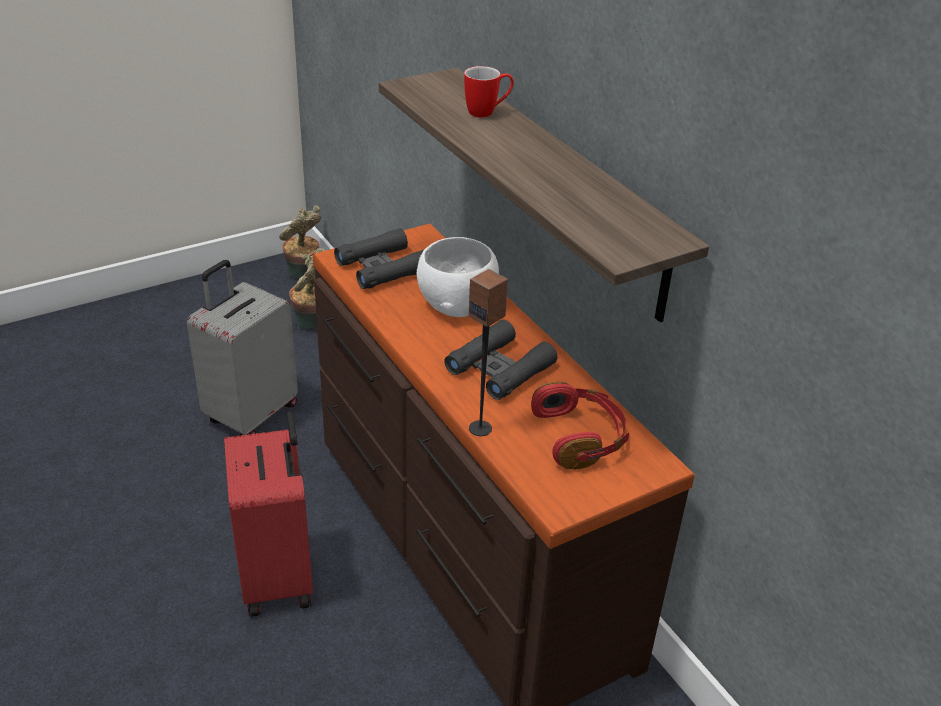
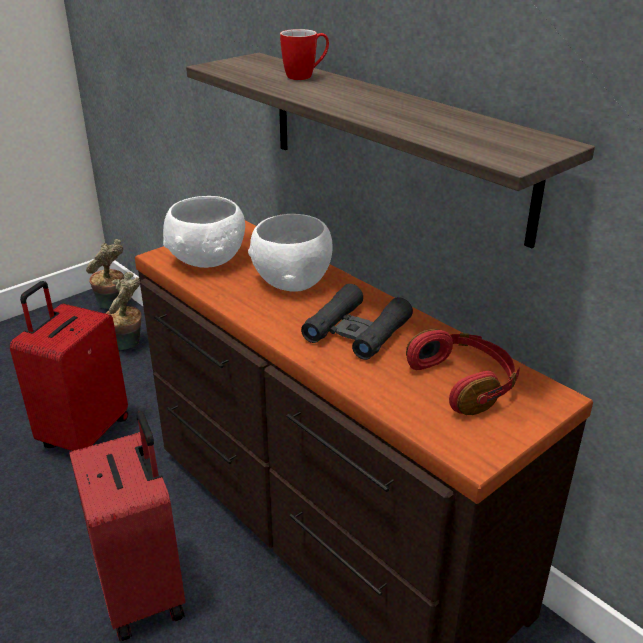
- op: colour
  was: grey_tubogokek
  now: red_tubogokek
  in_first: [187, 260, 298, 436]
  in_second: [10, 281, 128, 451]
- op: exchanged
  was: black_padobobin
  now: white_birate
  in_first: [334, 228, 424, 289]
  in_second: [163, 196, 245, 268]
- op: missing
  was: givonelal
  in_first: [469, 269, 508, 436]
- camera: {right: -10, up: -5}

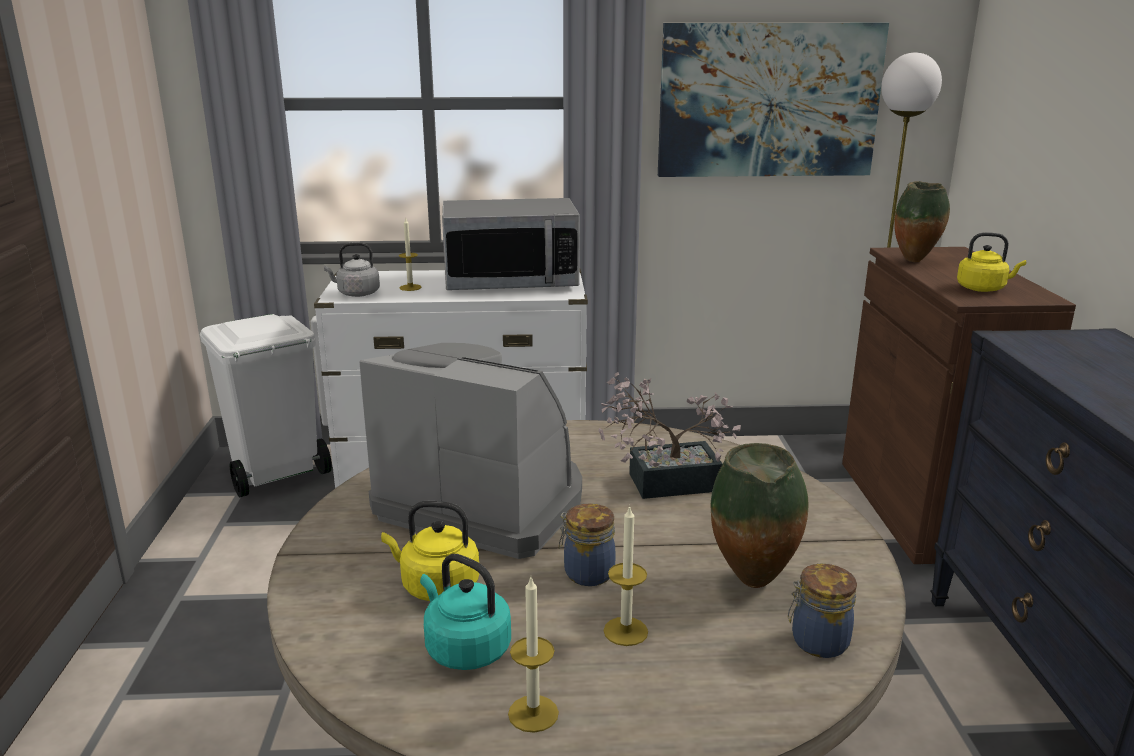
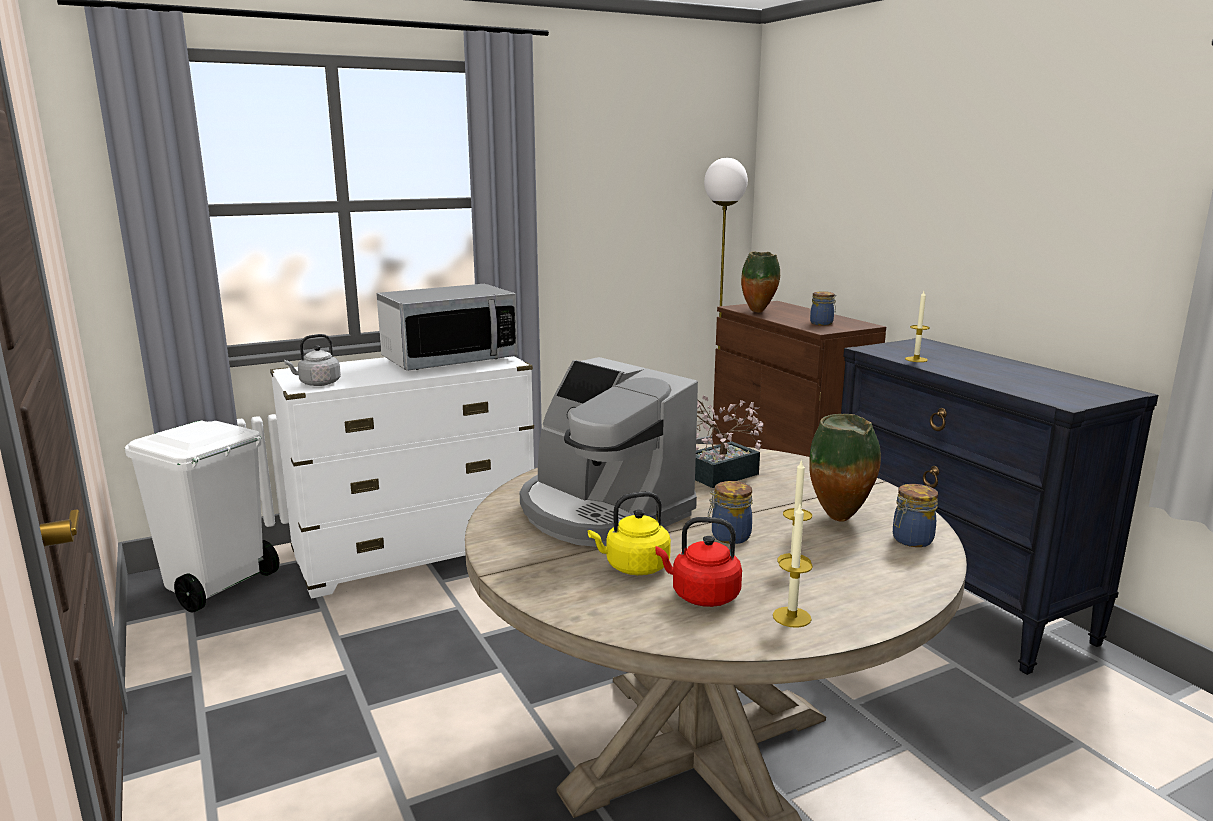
- op: spun
  was: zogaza
  in_first: [359, 343, 582, 559]
  in_second: [520, 357, 698, 547]
  clockwise: -135
- op: relocated
  was: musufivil
  in_first: [399, 218, 422, 291]
  in_second: [905, 291, 930, 362]
- op: colour
  was: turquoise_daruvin
  now: red_daruvin
  in_first: [420, 554, 511, 670]
  in_second: [656, 517, 742, 607]
- op: missing
  was: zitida
  in_first: [658, 23, 889, 177]
- op: exchanged
  was: yellow_daruvin
  now: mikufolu
  in_first: [957, 232, 1026, 292]
  in_second: [810, 291, 836, 325]
- camera: {right: -25, up: -5}

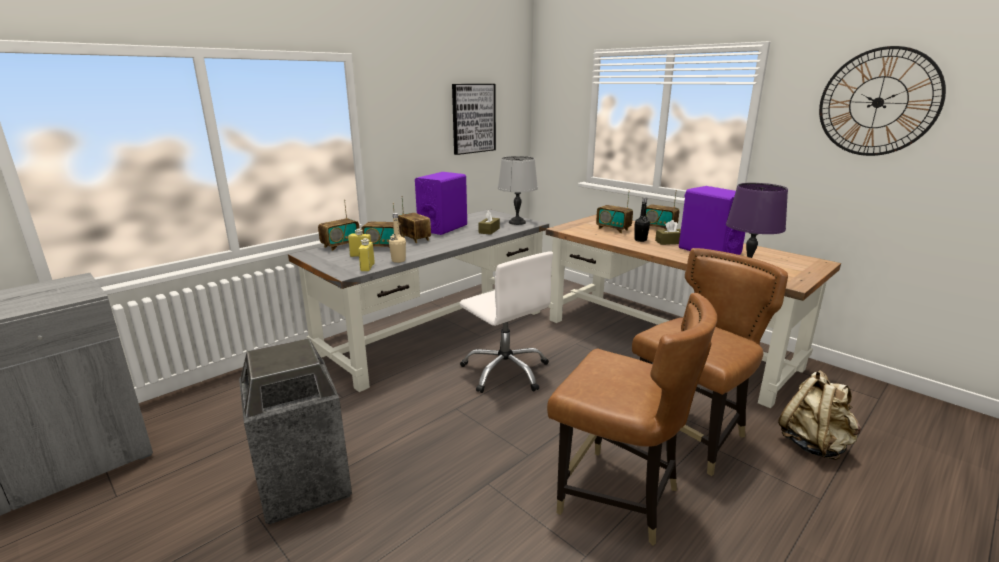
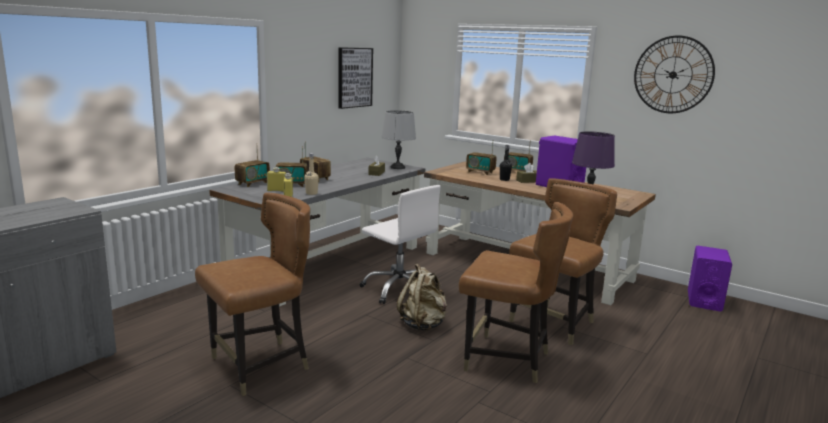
- op: exchanged
  was: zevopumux
  now: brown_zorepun
  in_first: [239, 338, 352, 525]
  in_second: [195, 192, 310, 396]
- op: relocated
  was: purple_givonelal
  in_first: [415, 172, 467, 235]
  in_second: [688, 246, 732, 312]
- op: relocated
  was: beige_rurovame
  in_first: [778, 370, 861, 460]
  in_second: [397, 264, 447, 330]
- camera: {right: -10, up: -5}

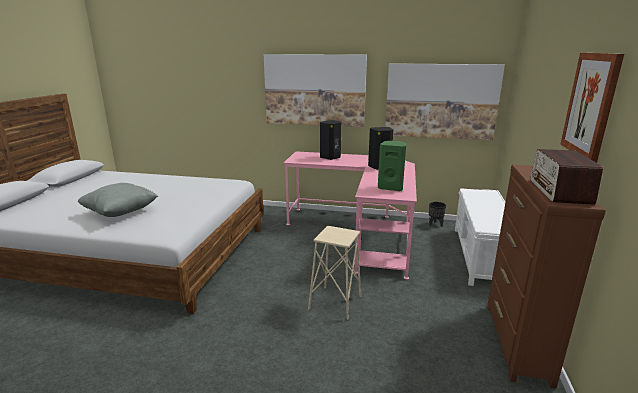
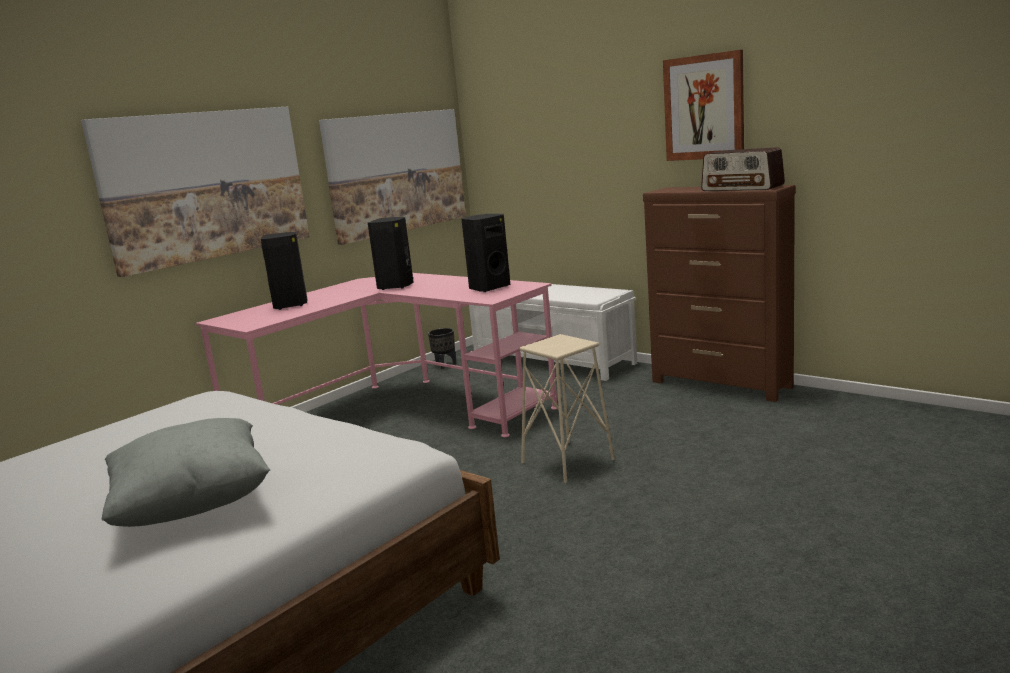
- op: colour
  was: green_givonelal
  now: black_givonelal
  in_first: [378, 141, 406, 191]
  in_second: [461, 214, 510, 292]
- camera: {right: -60, up: -5}

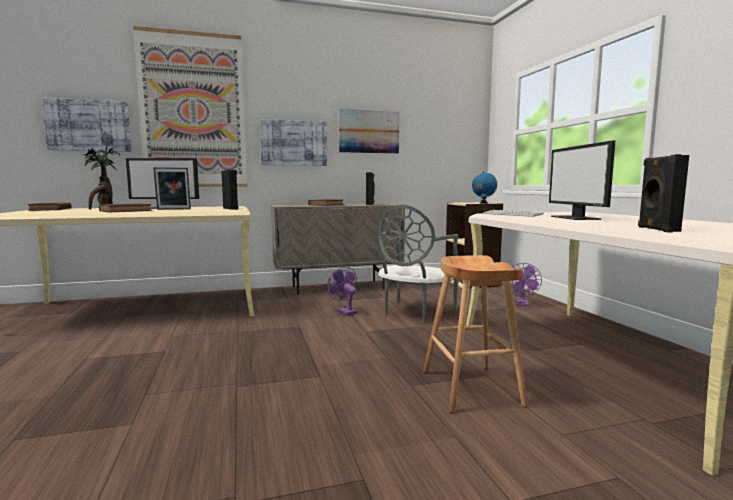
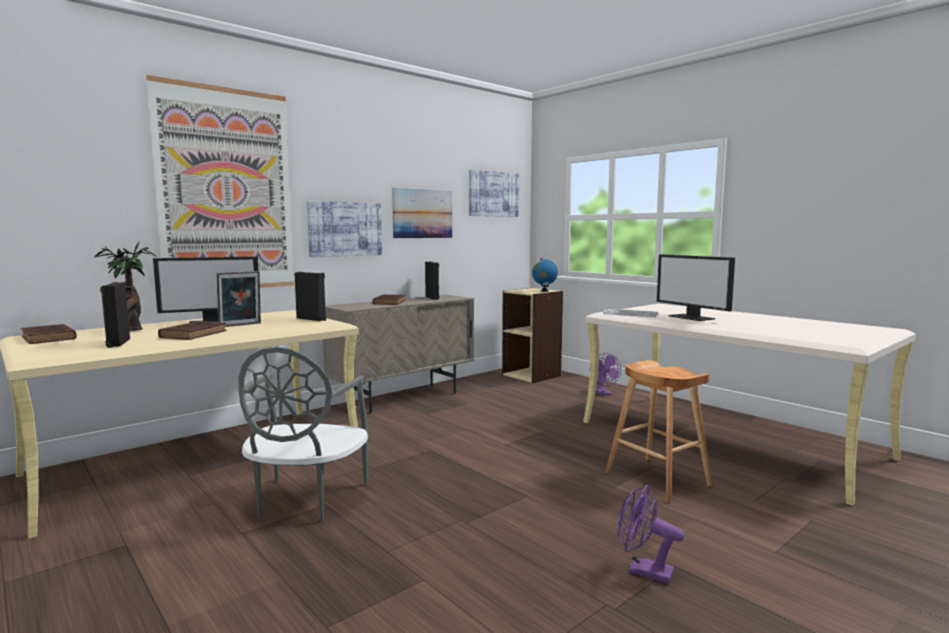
- op: relocated
  was: zitida
  in_first: [42, 97, 132, 152]
  in_second: [469, 169, 519, 217]
- op: relocated
  was: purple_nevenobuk
  in_first: [327, 267, 357, 315]
  in_second: [618, 485, 684, 584]
- op: relocated
  was: grey_zorepun
  in_first: [378, 205, 458, 323]
  in_second: [239, 347, 368, 522]
- op: relocated
  was: black_givonelal
  in_first: [638, 154, 689, 233]
  in_second: [100, 282, 130, 348]
- camera: {right: -25, up: 0}

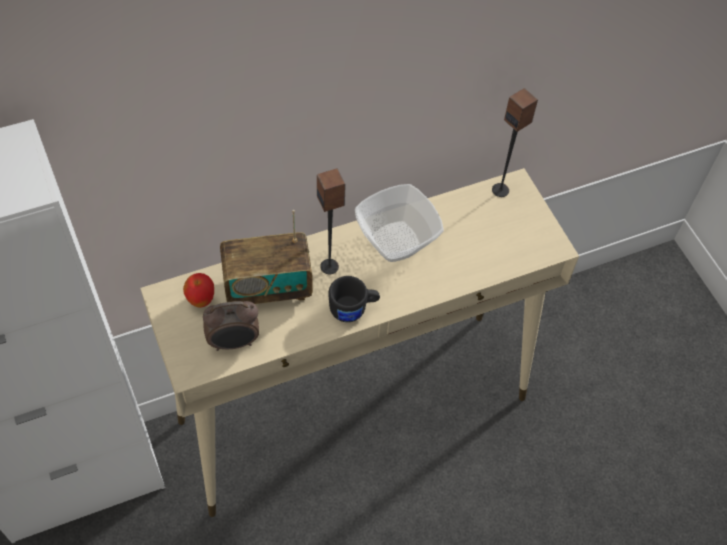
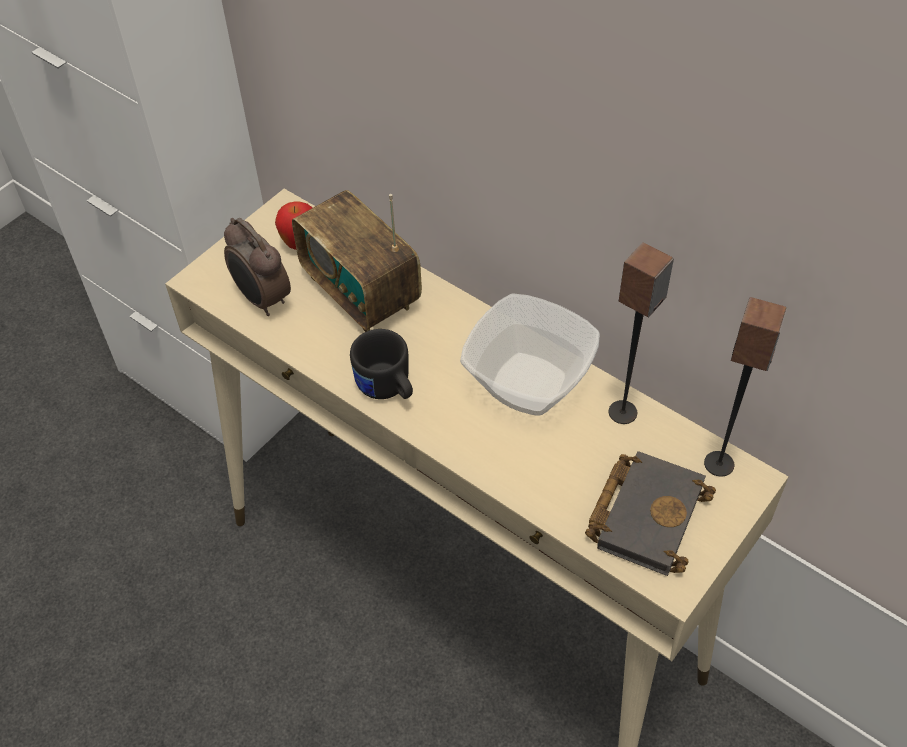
- op: relocated
  was: givonelal
  in_first: [317, 168, 346, 274]
  in_second: [608, 242, 674, 424]
- op: appeared
  now: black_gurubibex
  in_second: [585, 451, 716, 576]
- camera: {right: 65, up: -5}

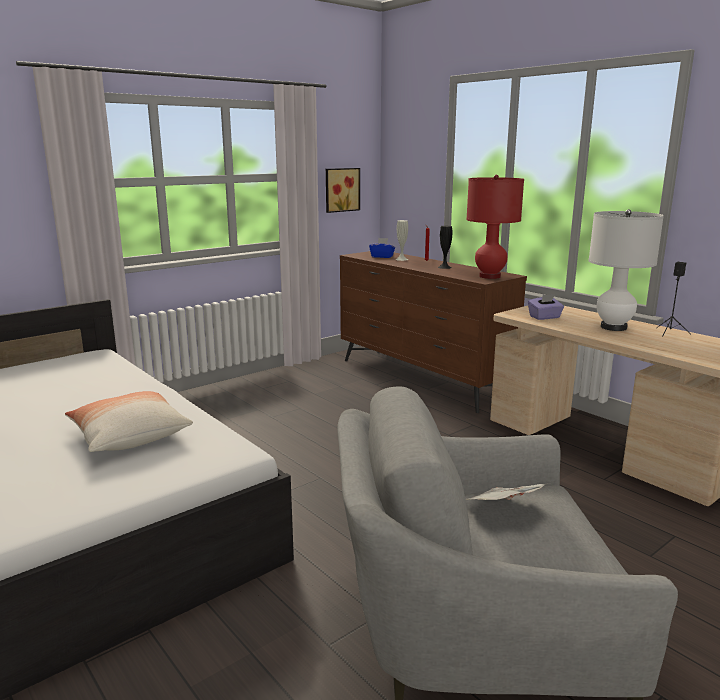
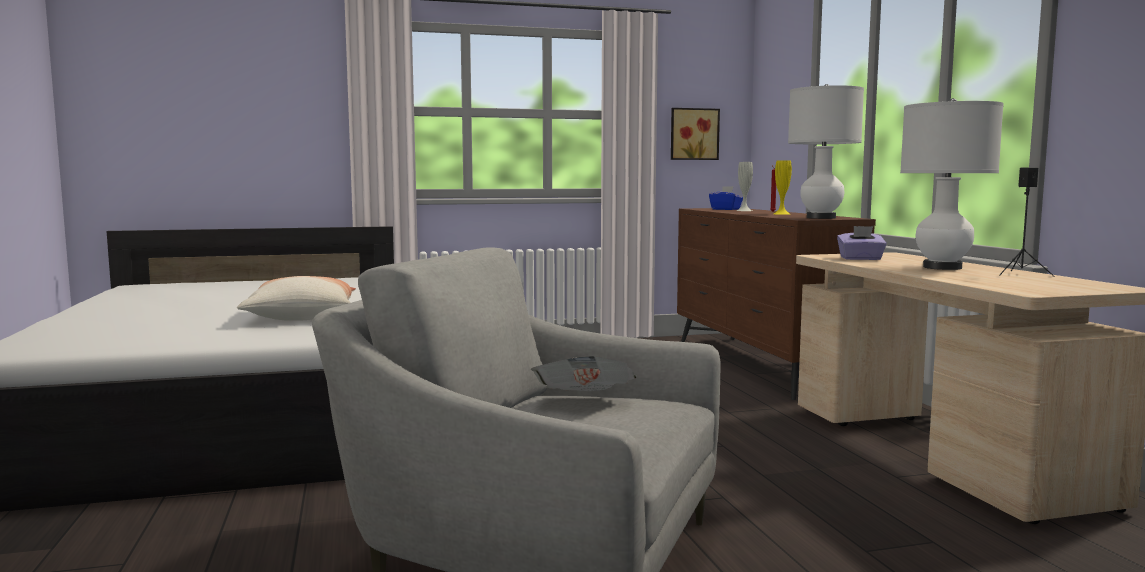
- op: colour
  was: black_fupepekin
  now: yellow_fupepekin
  in_first: [438, 226, 452, 269]
  in_second: [774, 160, 792, 215]
- op: colour
  was: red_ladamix
  now: white_ladamix
  in_first: [466, 175, 524, 279]
  in_second: [788, 84, 864, 219]
- camera: {right: 25, up: -10}

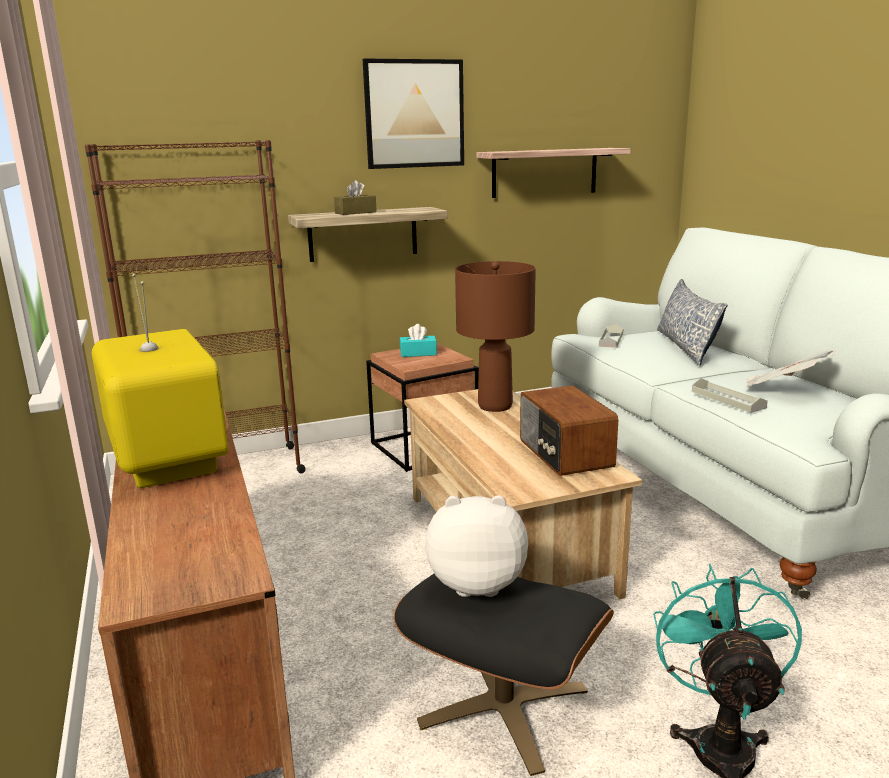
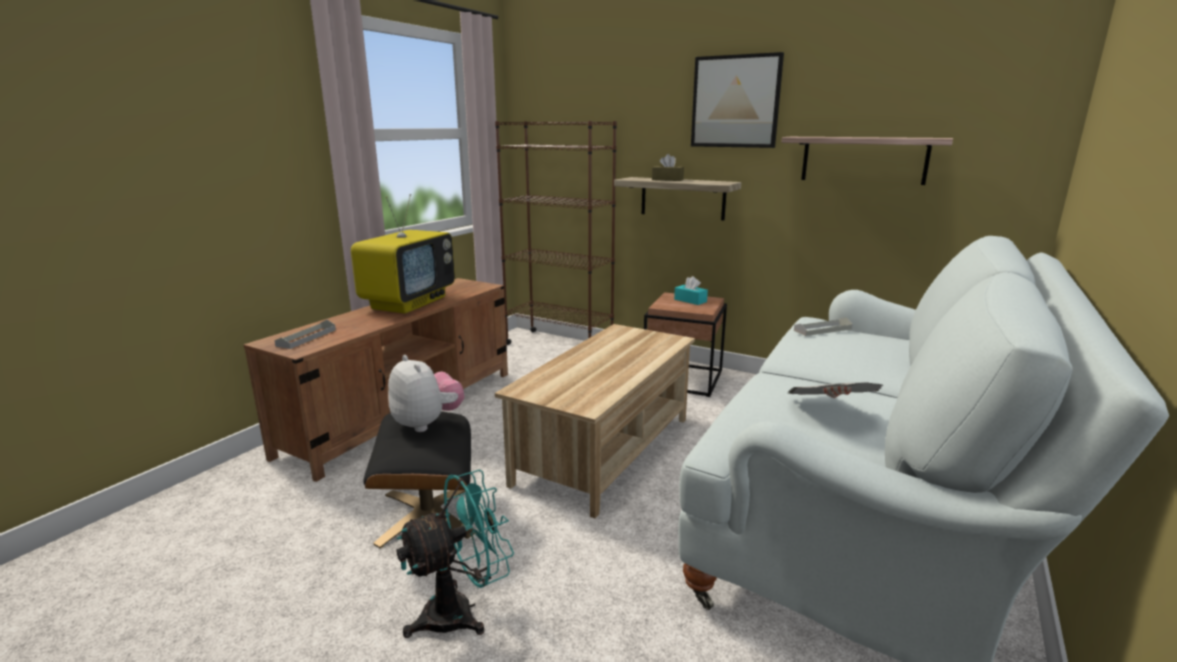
- op: missing
  was: brown_ladamix
  in_first: [455, 261, 536, 412]
- op: missing
  was: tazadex
  in_first: [520, 385, 618, 476]
- op: missing
  was: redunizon
  in_first: [657, 279, 727, 366]
- op: relocated
  was: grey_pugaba
  in_first: [692, 378, 768, 413]
  in_second: [274, 320, 336, 349]
- camera: {right: 50, up: 0}

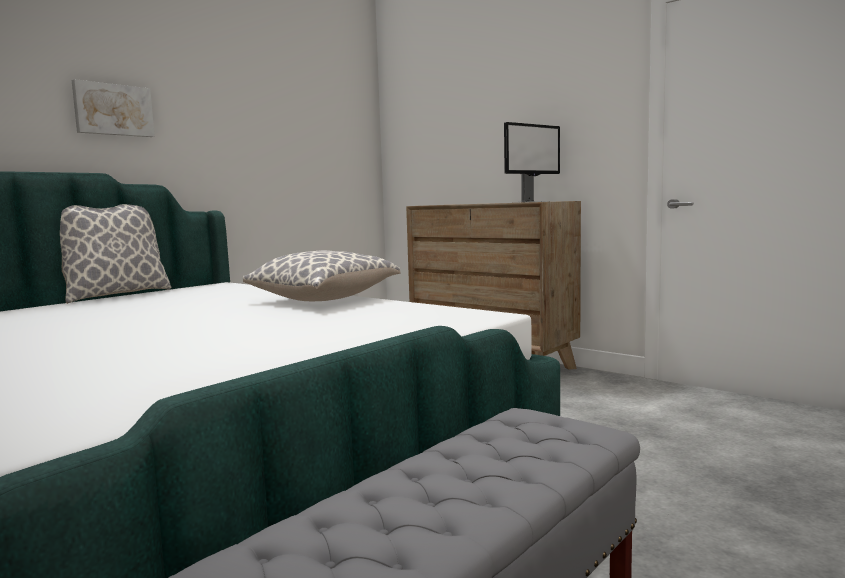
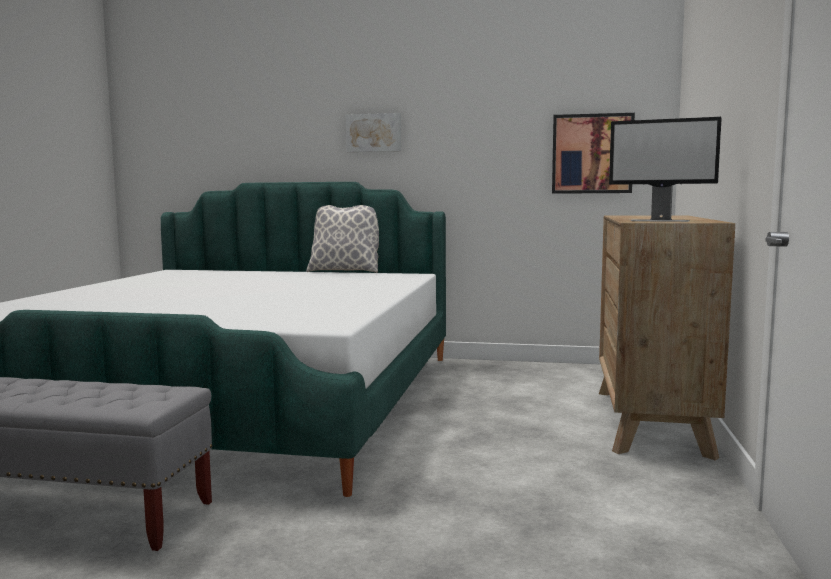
- op: missing
  was: redunizon
  in_first: [243, 250, 400, 301]
- op: appeared
  now: zitida
  in_second: [552, 113, 635, 194]
- camera: {right: 60, up: 0}

